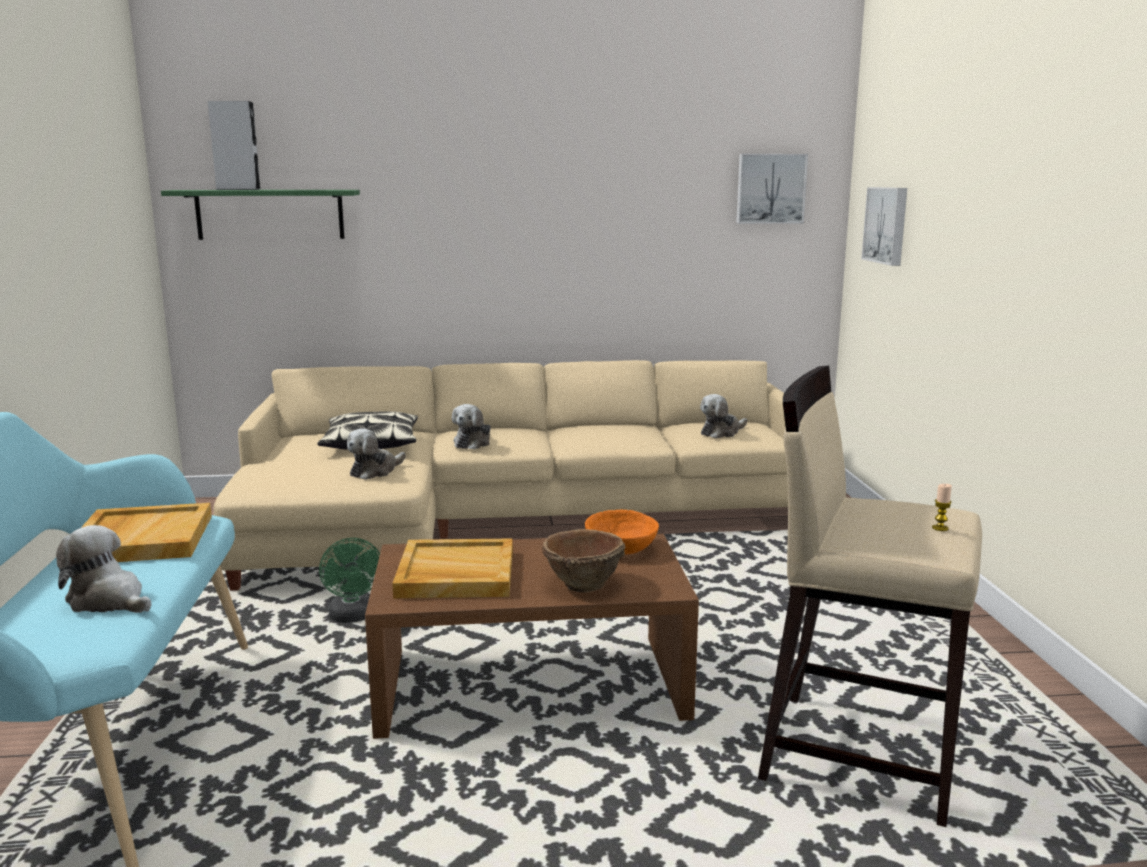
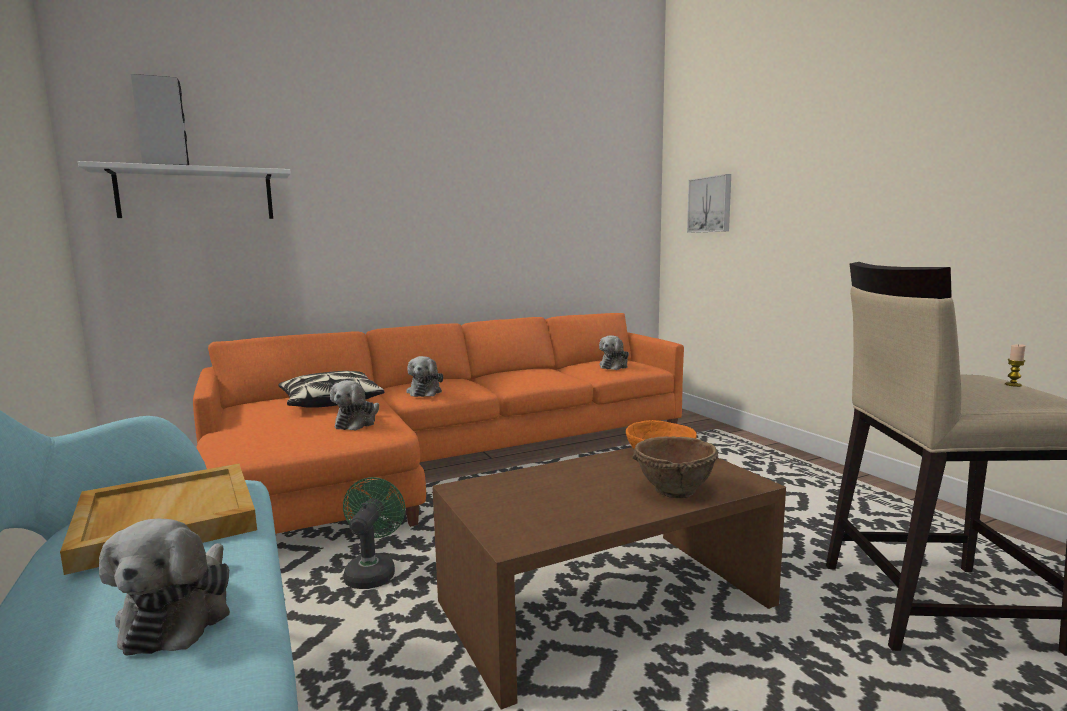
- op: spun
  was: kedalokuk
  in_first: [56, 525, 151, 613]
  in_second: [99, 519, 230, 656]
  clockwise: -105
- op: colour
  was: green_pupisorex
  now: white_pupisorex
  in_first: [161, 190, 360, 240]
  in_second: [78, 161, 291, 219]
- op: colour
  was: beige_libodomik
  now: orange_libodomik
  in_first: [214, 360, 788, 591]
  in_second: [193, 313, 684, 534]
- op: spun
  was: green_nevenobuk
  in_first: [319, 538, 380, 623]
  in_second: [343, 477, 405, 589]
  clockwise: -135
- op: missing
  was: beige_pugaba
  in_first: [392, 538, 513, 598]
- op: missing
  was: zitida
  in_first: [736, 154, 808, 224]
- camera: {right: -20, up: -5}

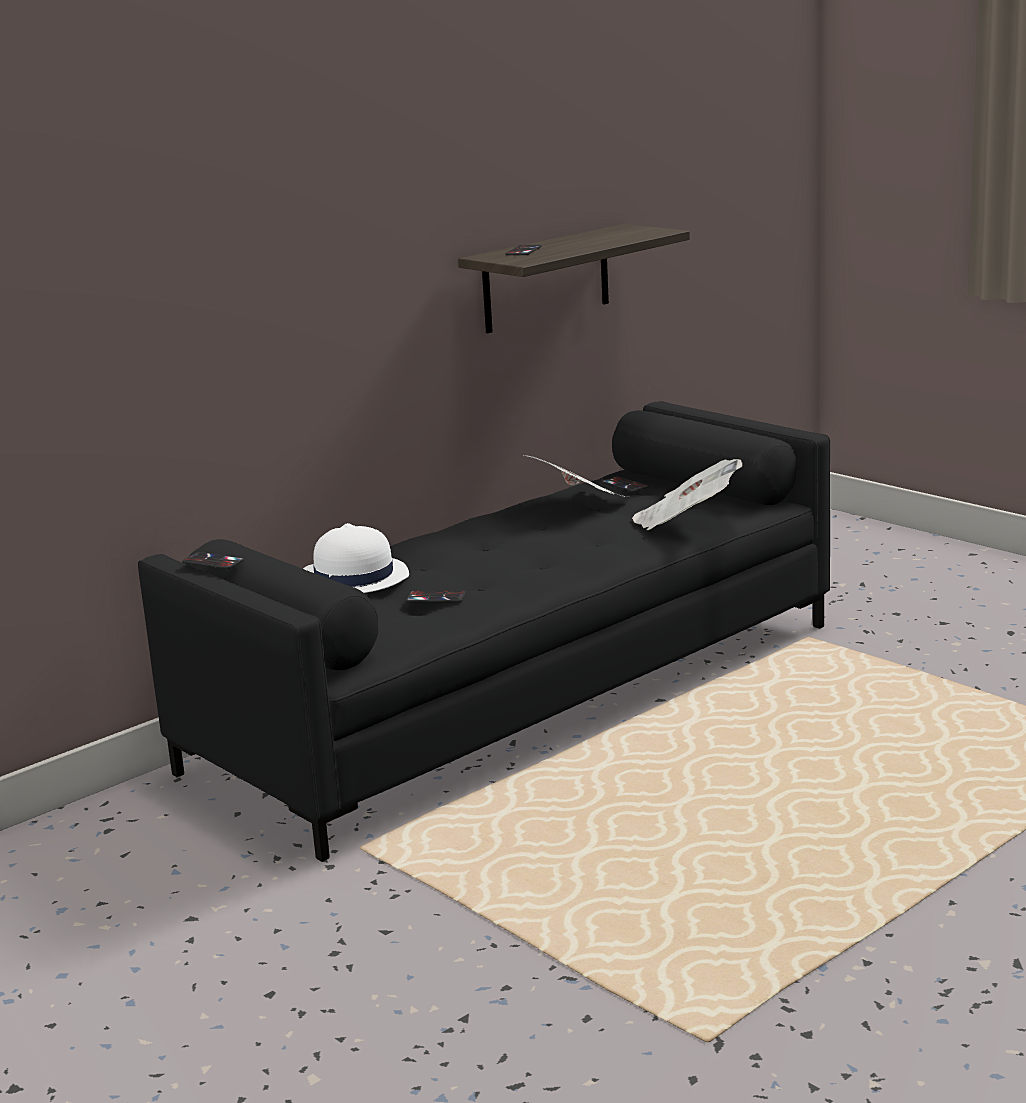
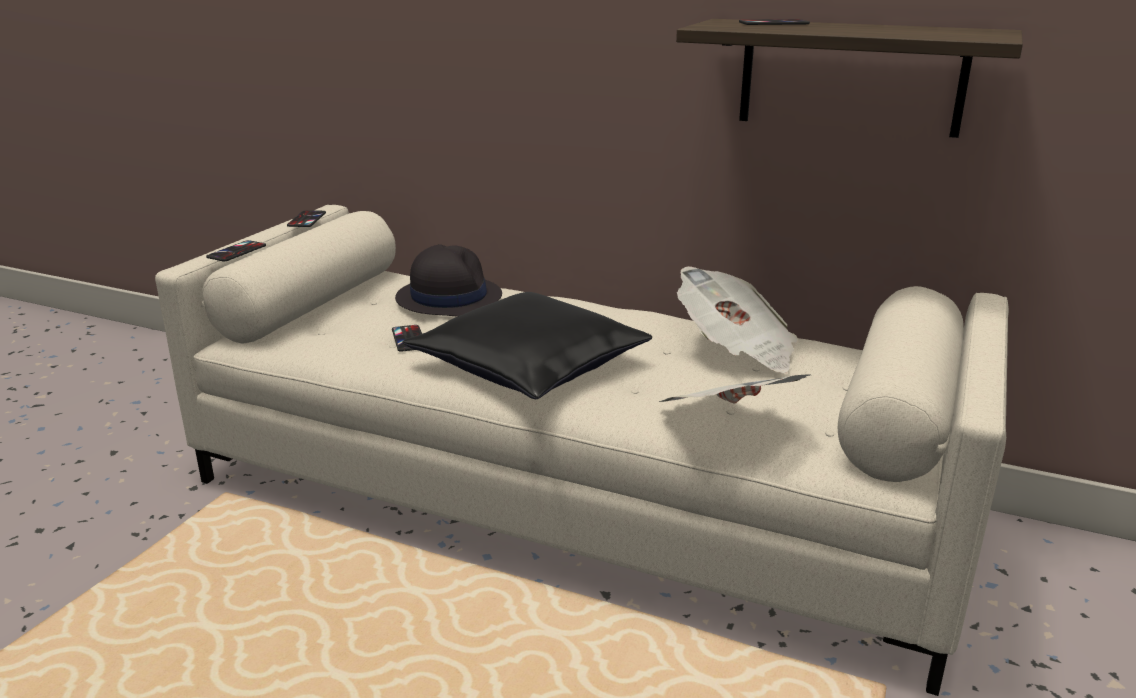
- op: colour
  was: black_libodomik
  now: beige_libodomik
  in_first: [138, 401, 830, 862]
  in_second: [155, 205, 1009, 696]
- op: colour
  was: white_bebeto
  now: black_bebeto
  in_first: [303, 523, 409, 593]
  in_second: [395, 244, 502, 317]
- op: relocated
  was: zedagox
  in_first: [602, 477, 649, 492]
  in_second: [206, 240, 266, 261]
- op: appeared
  now: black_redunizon
  in_second: [403, 292, 652, 399]
- camera: {right: 65, up: 5}

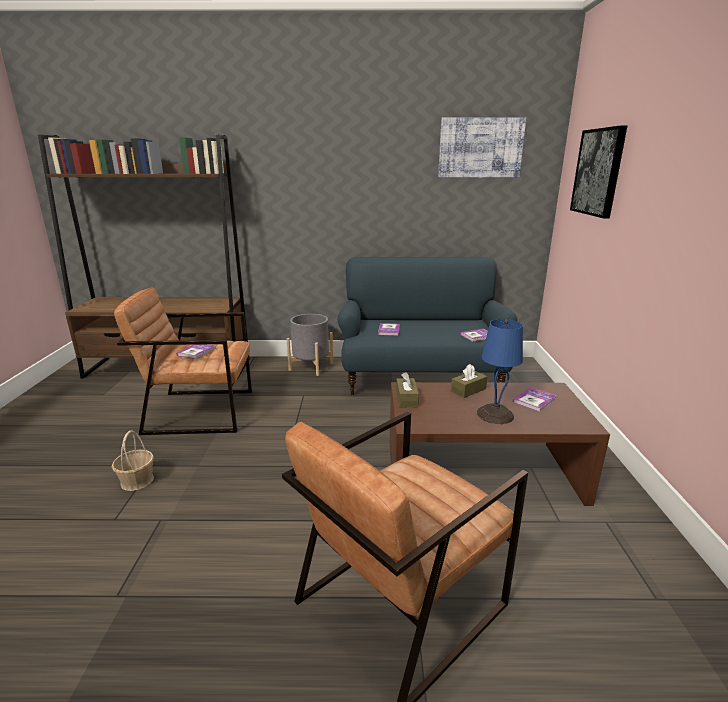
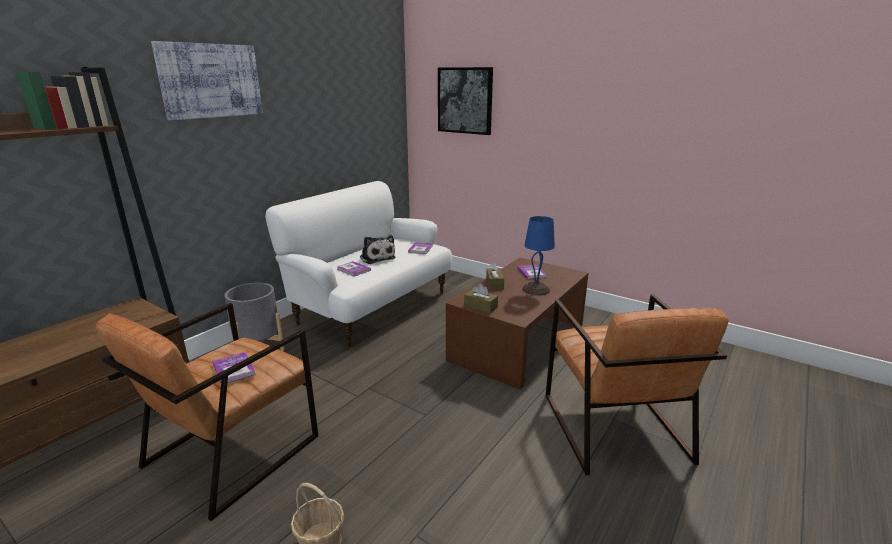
- op: colour
  was: blue_libodomik
  now: white_libodomik
  in_first: [337, 257, 517, 396]
  in_second: [265, 181, 452, 348]
- op: relocated
  was: zitida
  in_first: [438, 117, 526, 177]
  in_second: [151, 41, 263, 121]
- op: appeared
  now: kedalokuk
  in_second: [360, 235, 396, 264]
- camera: {right: -55, up: 0}

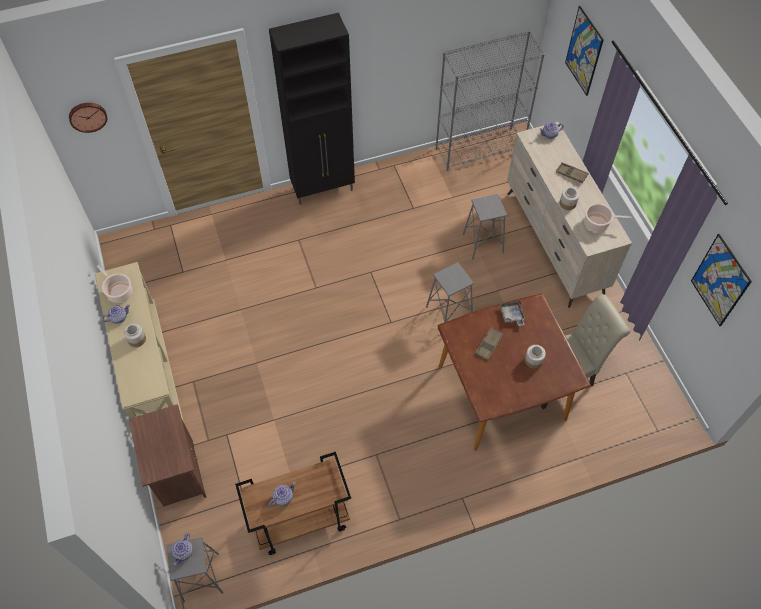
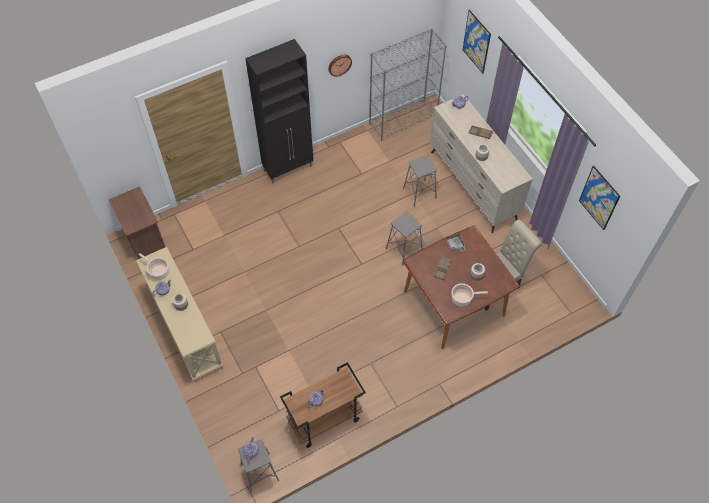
- op: relocated
  was: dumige
  in_first: [69, 103, 107, 133]
  in_second: [328, 55, 352, 77]
- op: relocated
  was: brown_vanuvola
  in_first: [129, 404, 207, 506]
  in_second: [108, 186, 165, 259]
- op: relocated
  was: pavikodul
  in_first: [584, 203, 632, 232]
  in_second: [451, 283, 488, 307]
- camera: {right: -10, up: 0}

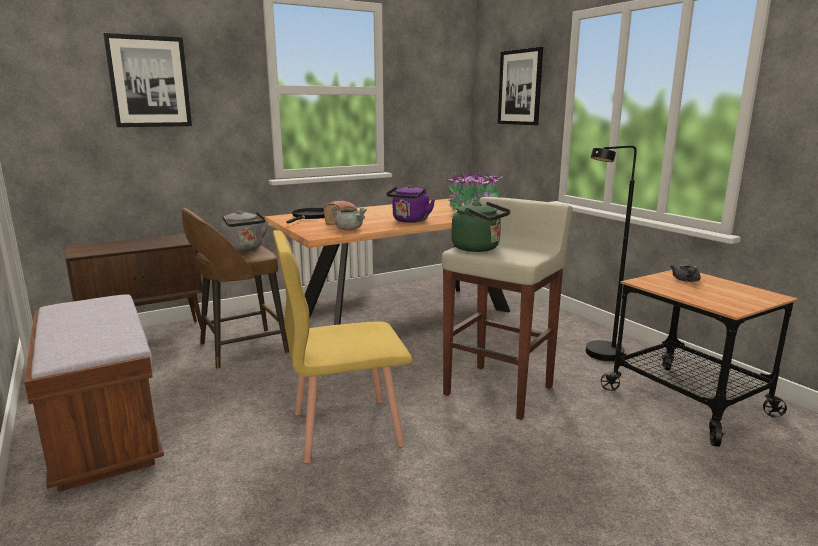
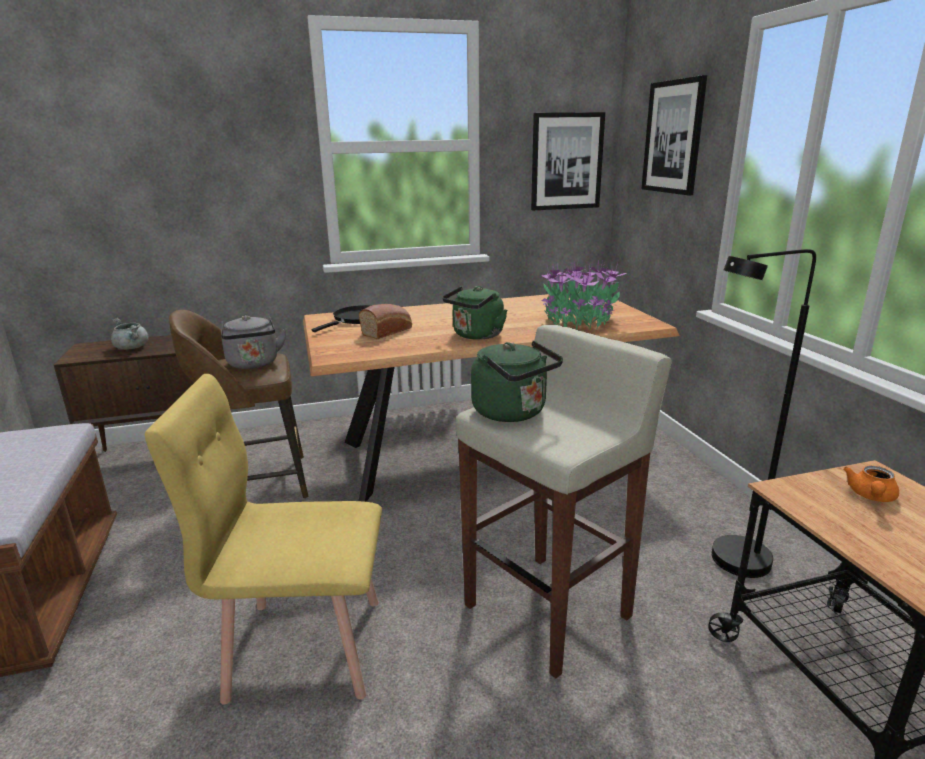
- op: relocated
  was: zitida
  in_first: [103, 33, 192, 127]
  in_second: [531, 112, 605, 210]
- op: relocated
  was: grey_pavikodul
  in_first: [330, 205, 367, 231]
  in_second: [111, 318, 149, 350]
- op: colour
  was: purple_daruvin
  now: green_daruvin
  in_first: [386, 185, 435, 223]
  in_second: [442, 286, 507, 340]
- op: colour
  was: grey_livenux
  now: orange_livenux
  in_first: [670, 264, 701, 282]
  in_second: [843, 466, 899, 502]
- camera: {right: 15, up: 5}

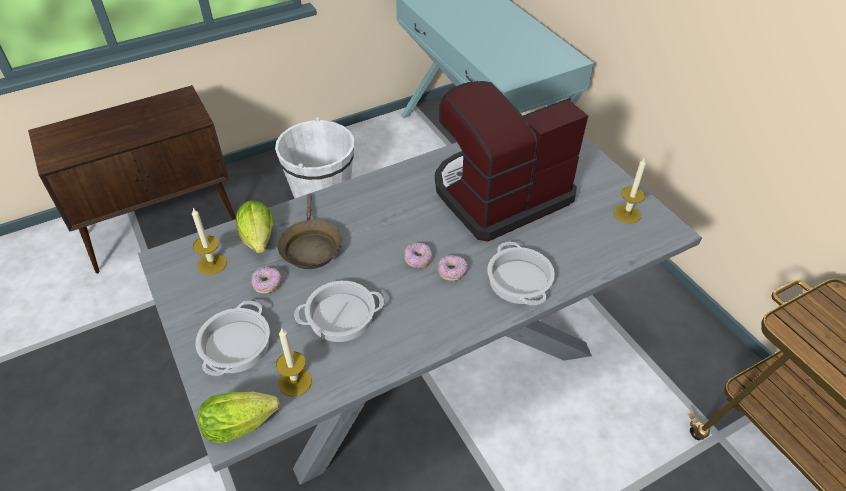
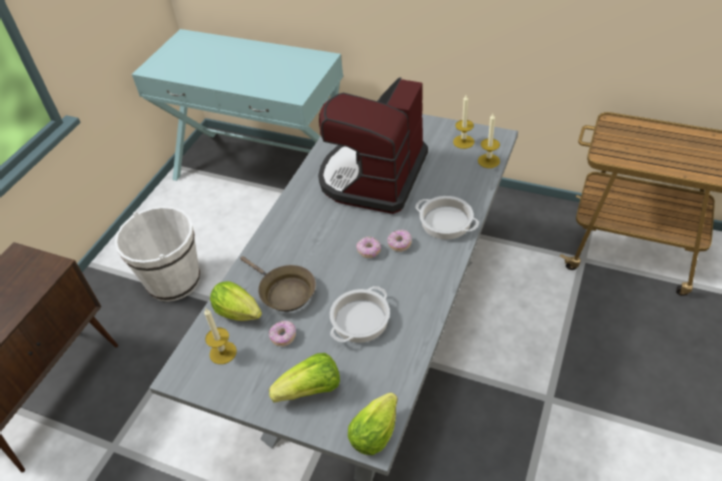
- op: exchanged
  was: pavikodul
  now: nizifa
  in_first: [195, 301, 270, 376]
  in_second: [269, 353, 340, 402]
- op: relocated
  was: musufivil
  in_first: [276, 327, 312, 397]
  in_second: [478, 114, 500, 168]
- camera: {right: -35, up: 0}

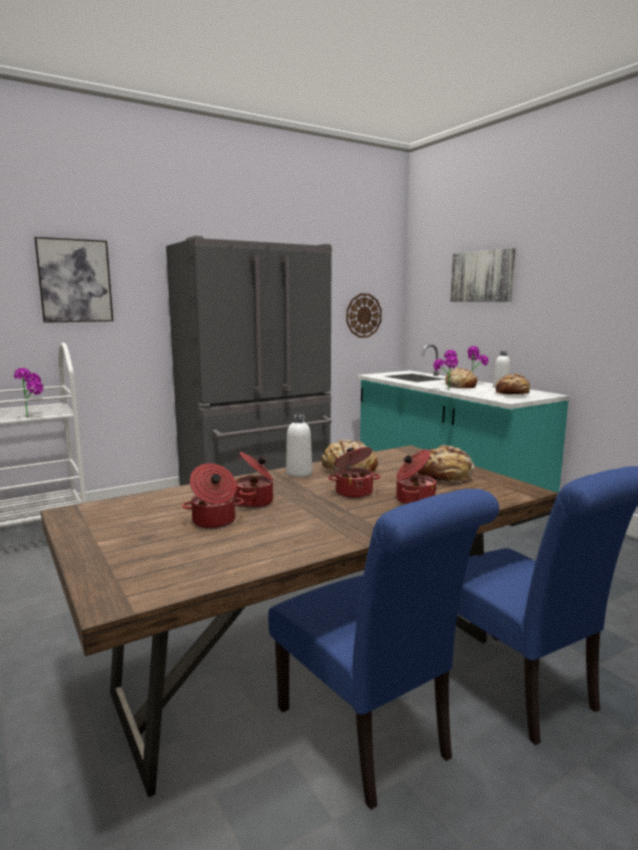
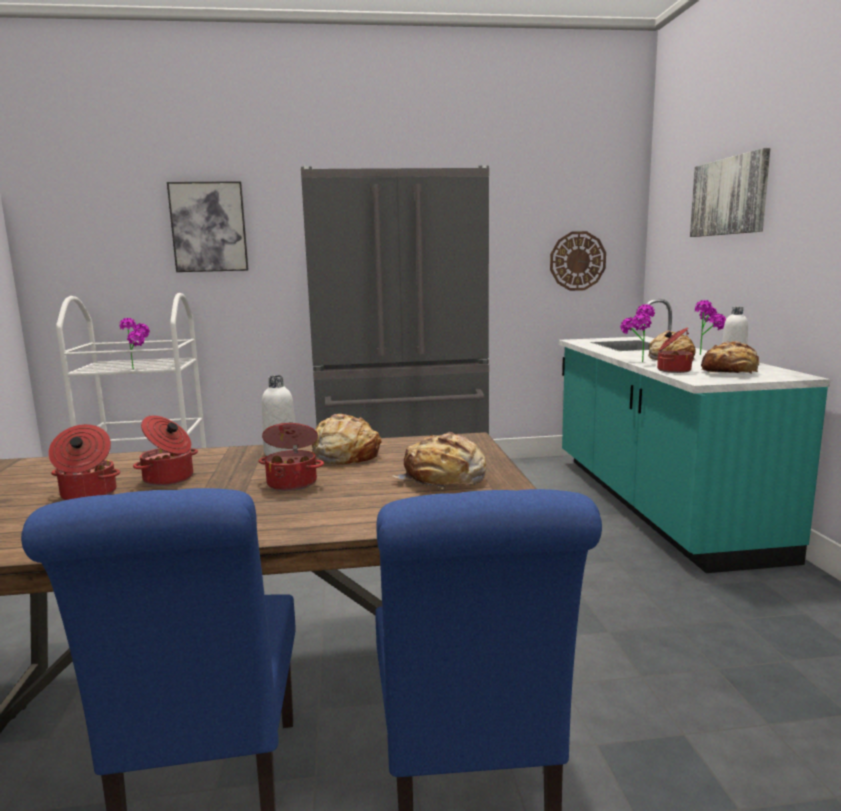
- op: relocated
  was: pavikodul
  in_first: [396, 449, 437, 505]
  in_second: [657, 327, 694, 373]
- camera: {right: 25, up: 0}

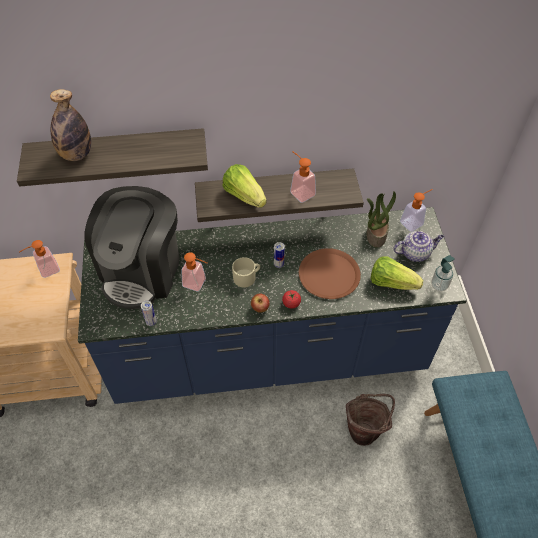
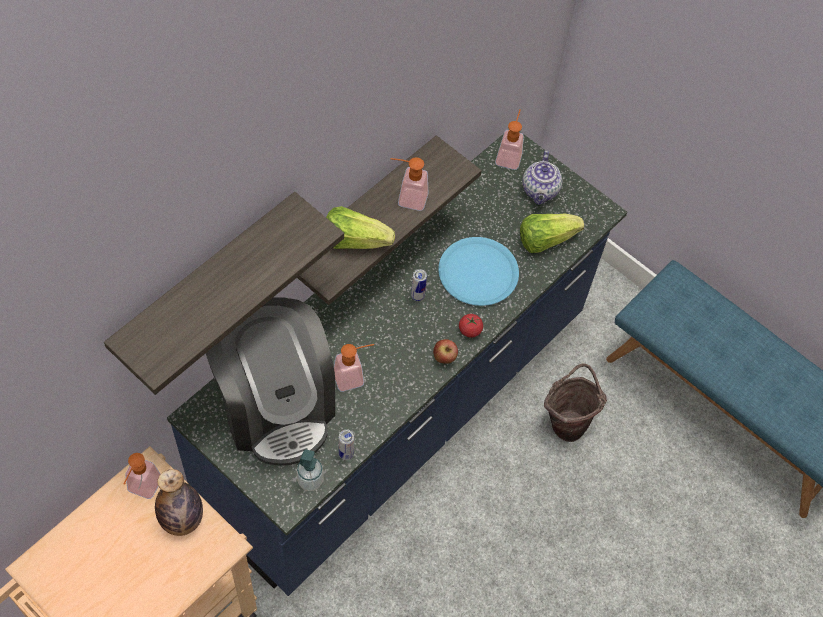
- op: relocated
  was: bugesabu
  in_first: [50, 89, 91, 161]
  in_second: [155, 469, 203, 536]
- op: missing
  was: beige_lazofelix
  in_first: [232, 257, 260, 288]
- op: colour
  was: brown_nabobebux
  now: blue_nabobebux
  in_first: [299, 248, 361, 299]
  in_second: [438, 237, 519, 306]
- op: missing
  was: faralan
  in_first: [367, 191, 396, 248]
- op: spun
  was: livenux
  in_first: [393, 231, 444, 262]
  in_second: [522, 151, 562, 205]
  clockwise: 150
- op: relocated
  was: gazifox
  in_first: [431, 255, 455, 291]
  in_second: [296, 450, 323, 491]
- camera: {right: -45, up: 5}

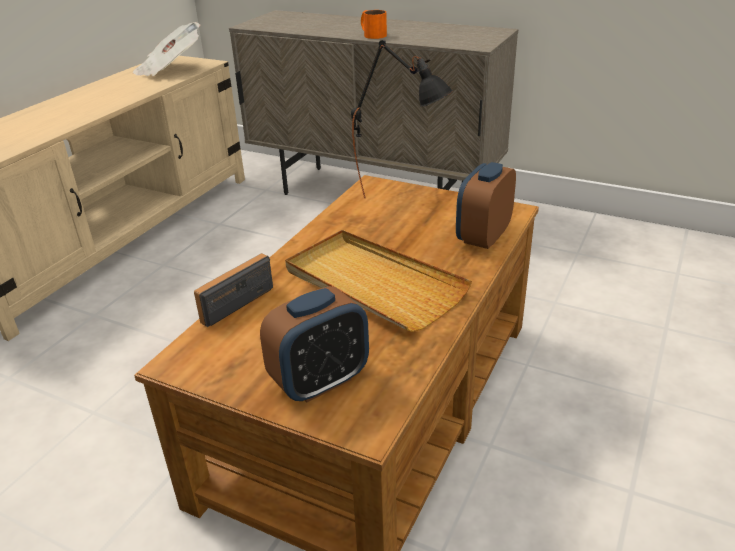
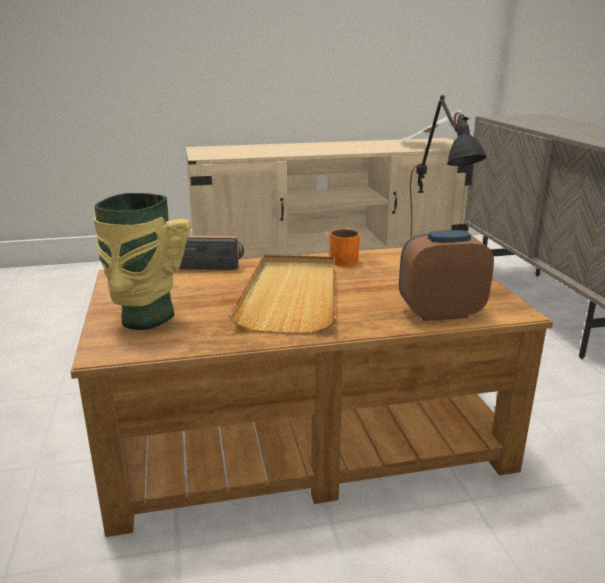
- op: exchanged
  was: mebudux
  now: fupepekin
  in_first: [260, 286, 369, 403]
  in_second: [94, 193, 191, 330]
- op: relocated
  was: orange_lazofelix
  in_first: [361, 10, 387, 39]
  in_second: [329, 228, 360, 266]
- camera: {right: 50, up: -10}

